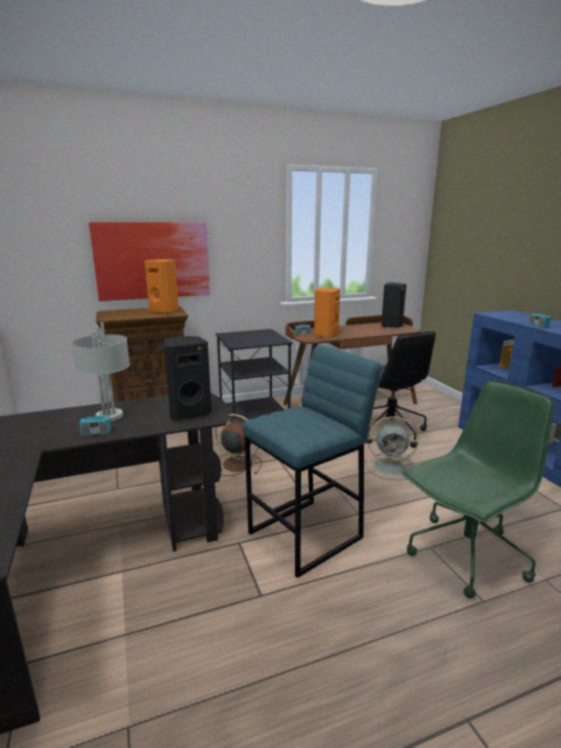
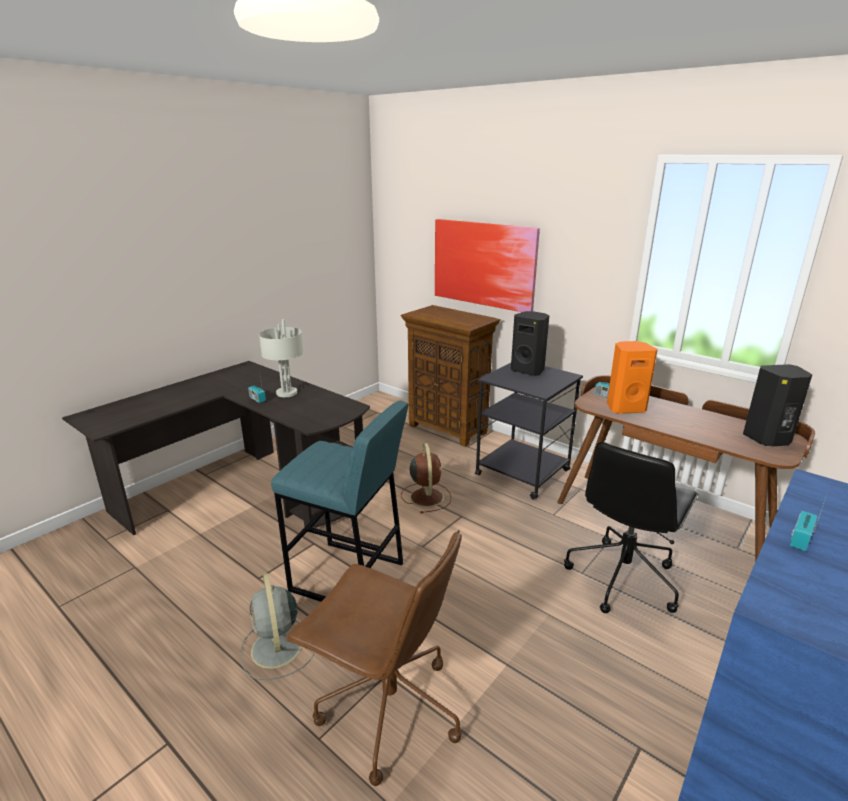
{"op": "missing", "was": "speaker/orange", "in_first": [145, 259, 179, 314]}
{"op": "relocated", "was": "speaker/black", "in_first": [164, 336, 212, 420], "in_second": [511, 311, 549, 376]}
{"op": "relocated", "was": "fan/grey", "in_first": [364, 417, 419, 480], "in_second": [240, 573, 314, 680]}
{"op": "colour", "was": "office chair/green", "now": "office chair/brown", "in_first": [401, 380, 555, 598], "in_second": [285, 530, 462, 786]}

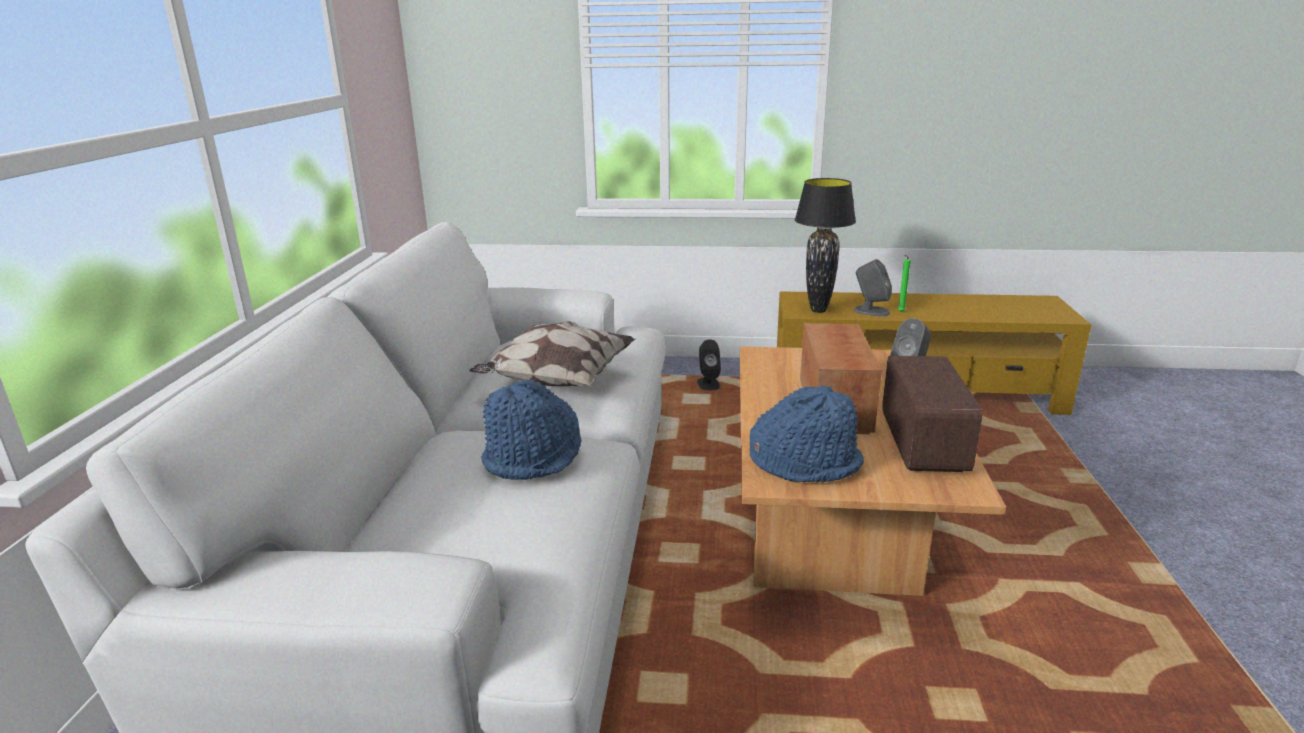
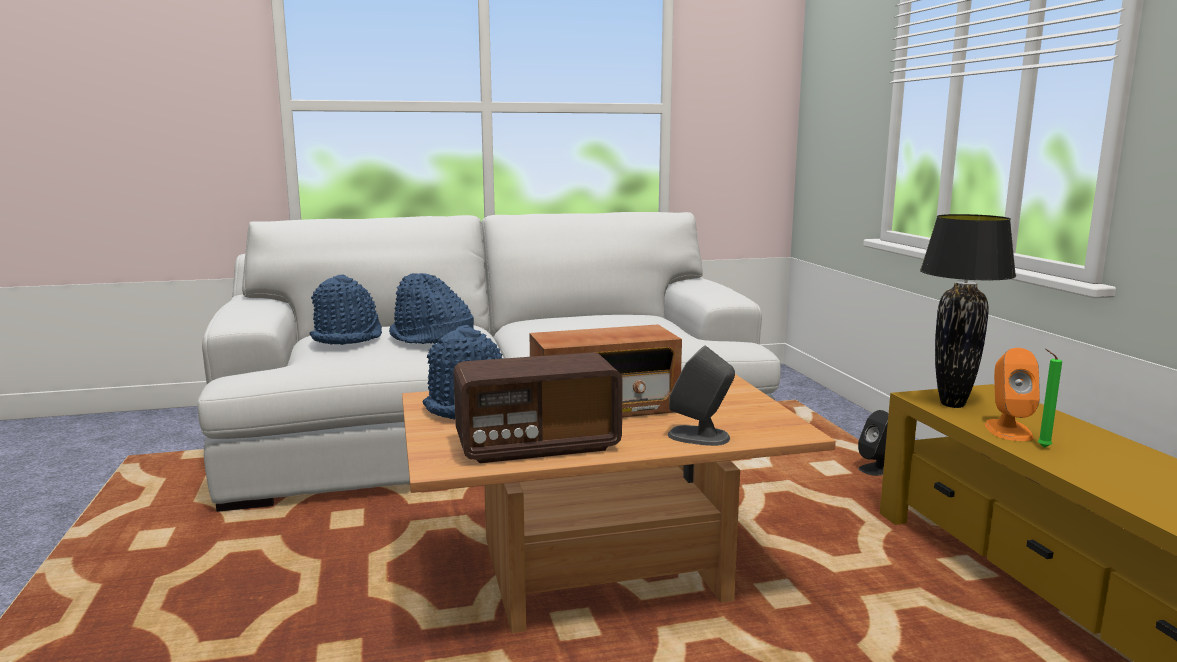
{"op": "missing", "was": "pillow", "in_first": [469, 322, 635, 386]}
{"op": "colour", "was": "speaker/grey", "now": "speaker/orange", "in_first": [853, 259, 892, 316], "in_second": [985, 348, 1040, 441]}
{"op": "appeared", "now": "hat/blue", "in_second": [309, 274, 382, 345]}

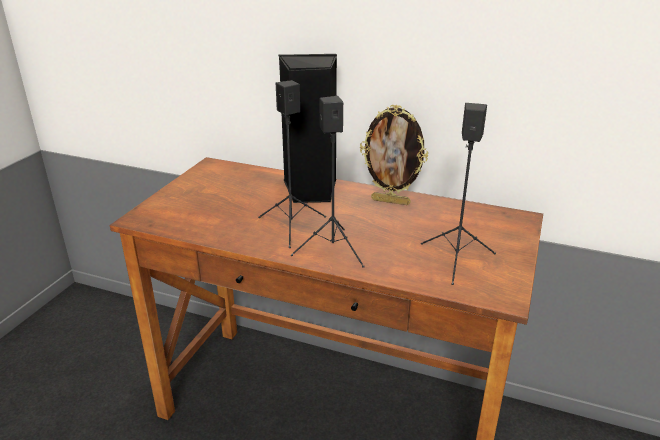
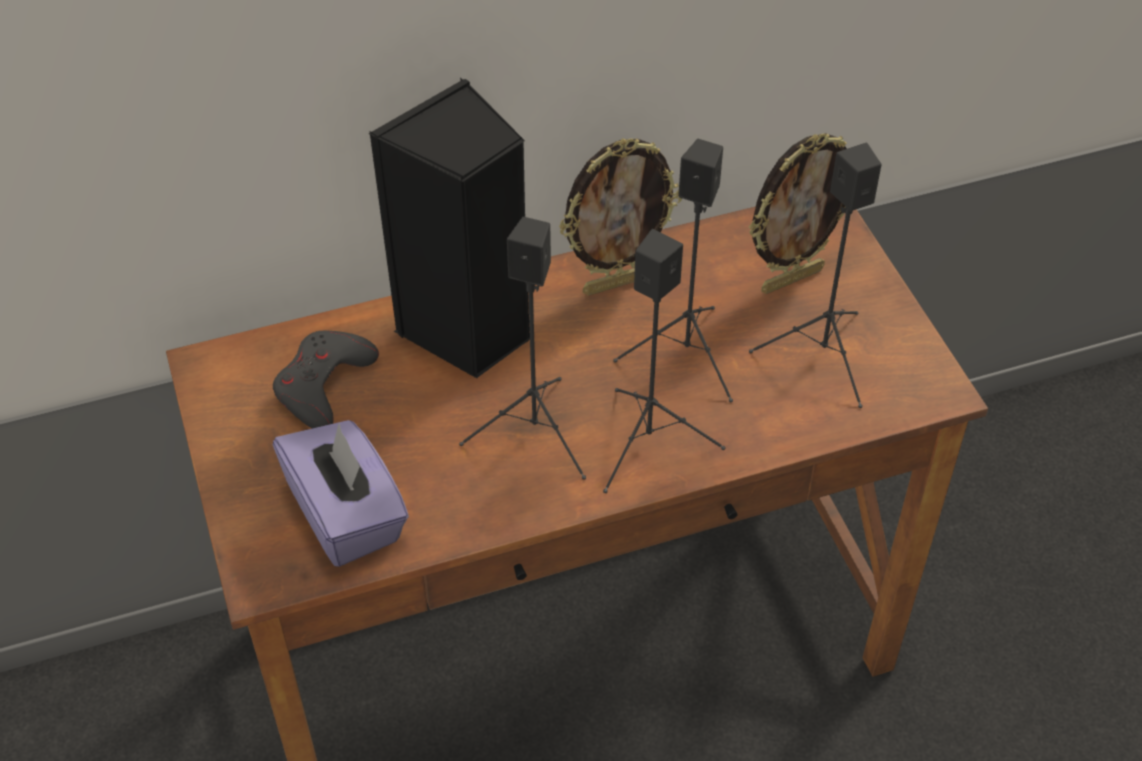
{"op": "appeared", "now": "game controller/grey", "in_second": [273, 331, 379, 428]}
{"op": "appeared", "now": "tissue box/purple", "in_second": [273, 420, 409, 567]}
{"op": "appeared", "now": "speaker/black", "in_second": [613, 139, 733, 402]}
{"op": "appeared", "now": "picture frame", "in_second": [749, 133, 847, 294]}

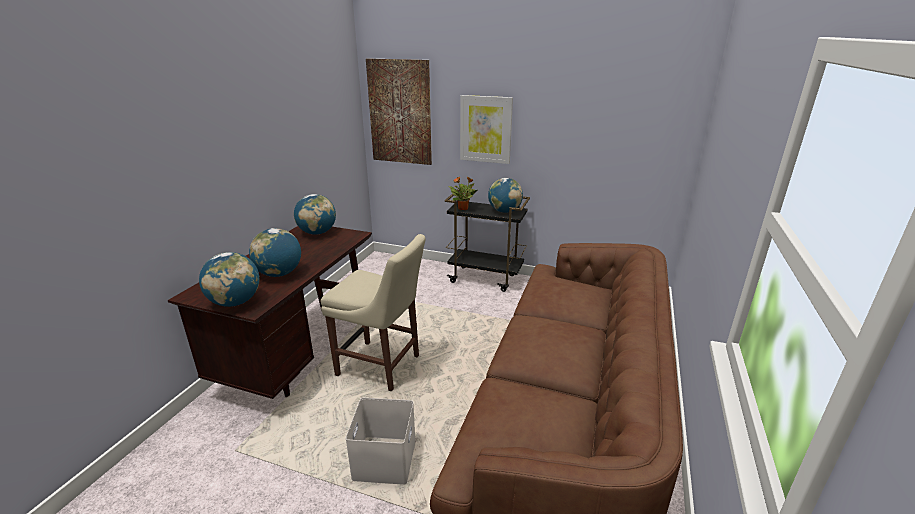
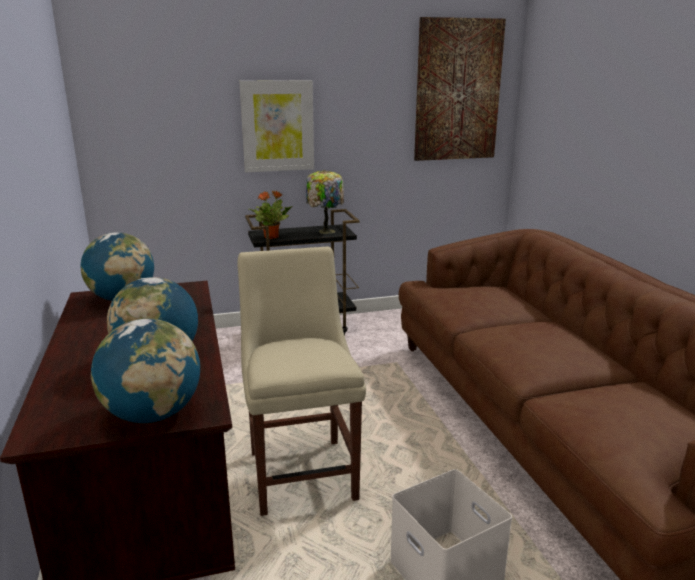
{"op": "spun", "was": "chair/beige", "in_first": [321, 234, 426, 391], "in_second": [237, 247, 366, 516], "clockwise": -90}
{"op": "relocated", "was": "picture", "in_first": [366, 58, 432, 165], "in_second": [414, 17, 506, 161]}
{"op": "exchanged", "was": "globe", "now": "table lamp", "in_first": [488, 178, 523, 213], "in_second": [306, 170, 344, 234]}

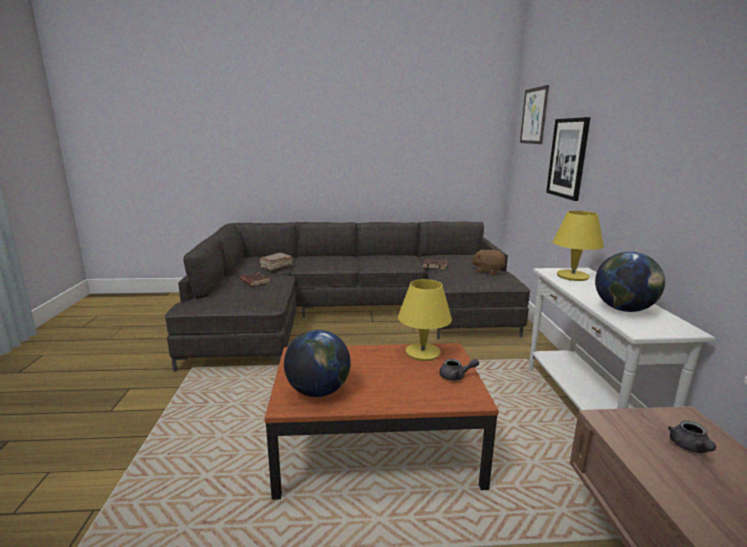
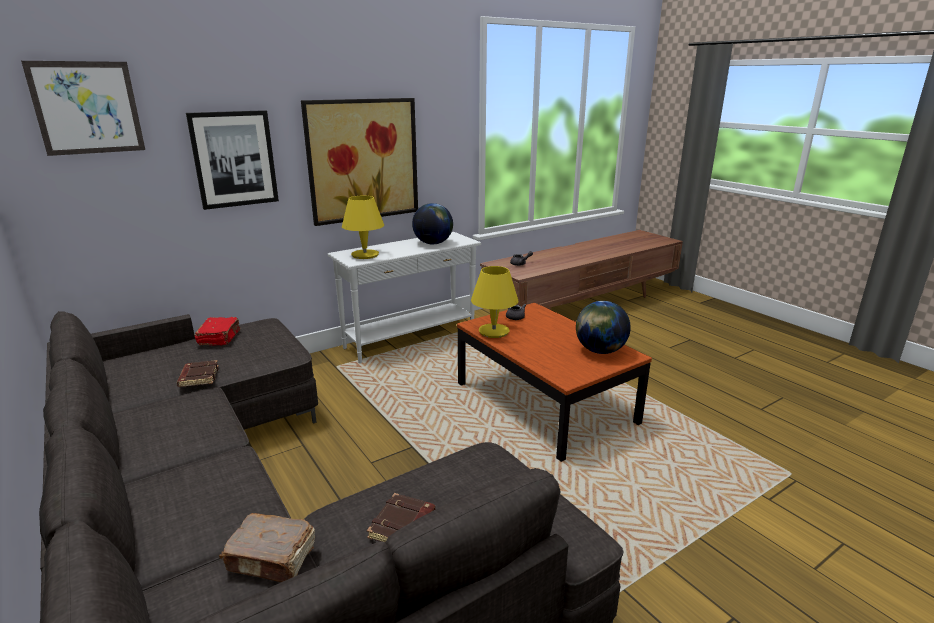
{"op": "exchanged", "was": "plush toy/brown", "now": "book/red", "in_first": [471, 249, 506, 275], "in_second": [195, 317, 240, 346]}
{"op": "appeared", "now": "picture", "in_second": [301, 98, 418, 226]}

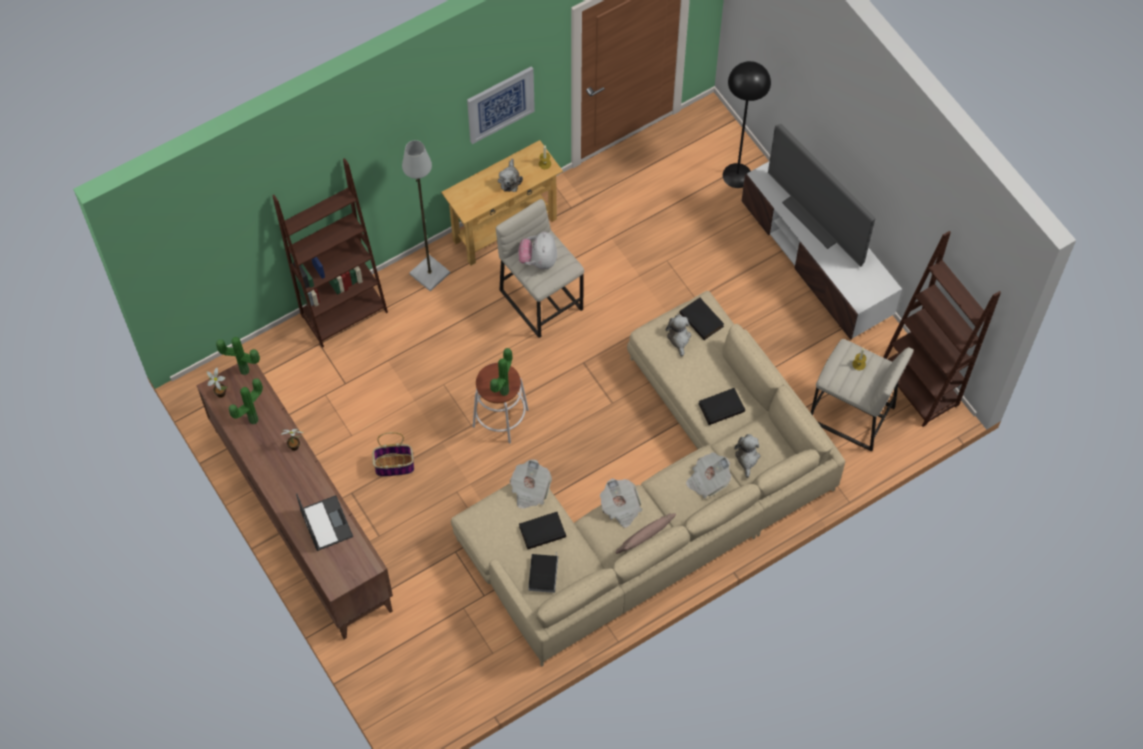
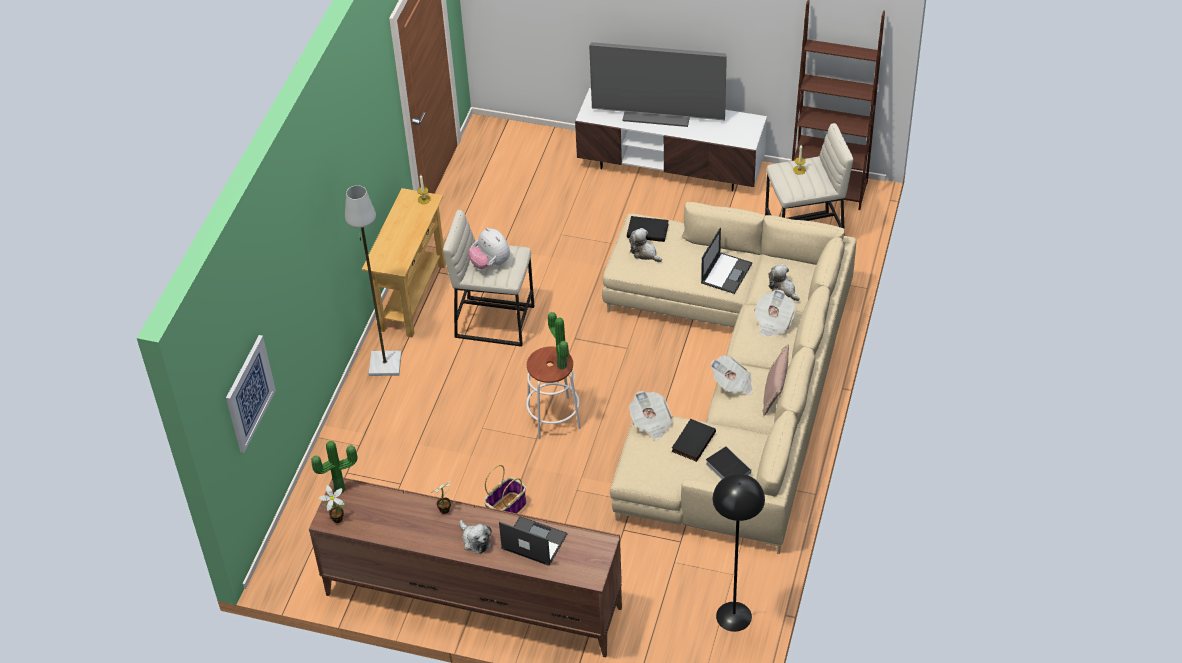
{"op": "missing", "was": "potted plant", "in_first": [229, 378, 263, 424]}
{"op": "missing", "was": "bookcase/brown", "in_first": [272, 158, 388, 348]}
{"op": "relocated", "was": "picture", "in_first": [467, 66, 535, 144], "in_second": [226, 335, 276, 453]}
{"op": "relocated", "was": "plush toy", "in_first": [498, 158, 523, 192], "in_second": [460, 520, 492, 554]}
{"op": "exchanged", "was": "book/black", "now": "laptop", "in_first": [698, 388, 745, 425], "in_second": [701, 227, 752, 294]}
{"op": "relocated", "was": "floor lamp/black", "in_first": [723, 61, 771, 188], "in_second": [713, 474, 765, 632]}

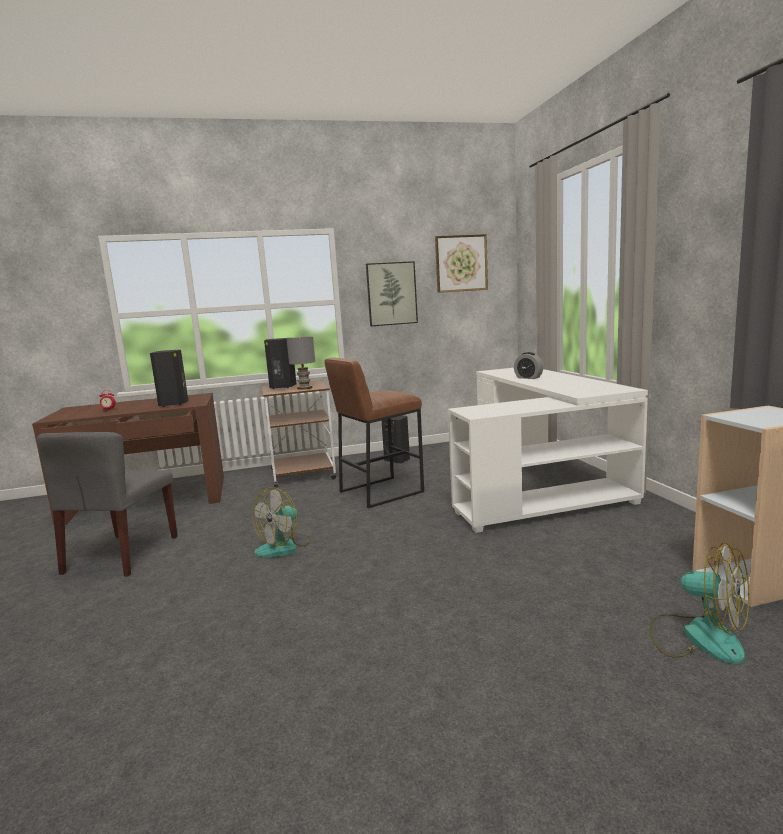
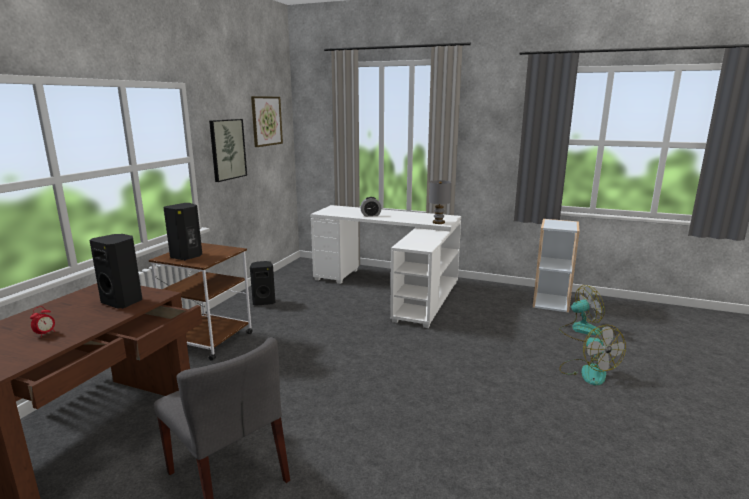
{"op": "relocated", "was": "fan", "in_first": [252, 487, 312, 557], "in_second": [559, 325, 626, 385]}
{"op": "relocated", "was": "table lamp/grey", "in_first": [287, 337, 315, 390], "in_second": [429, 180, 451, 224]}
{"op": "missing", "was": "stool/brown", "in_first": [324, 357, 424, 508]}

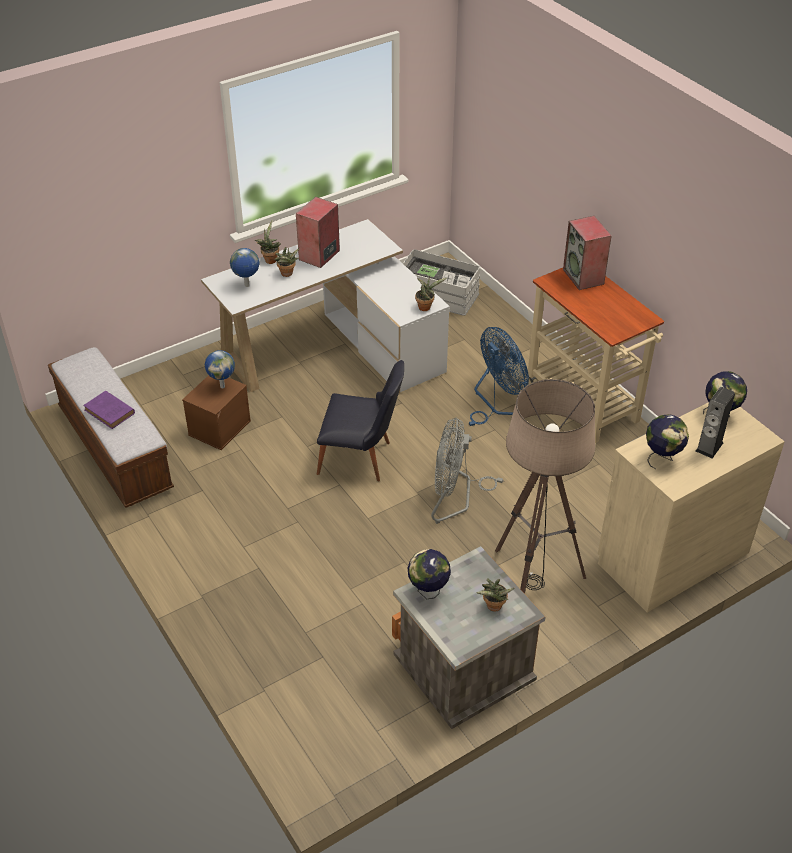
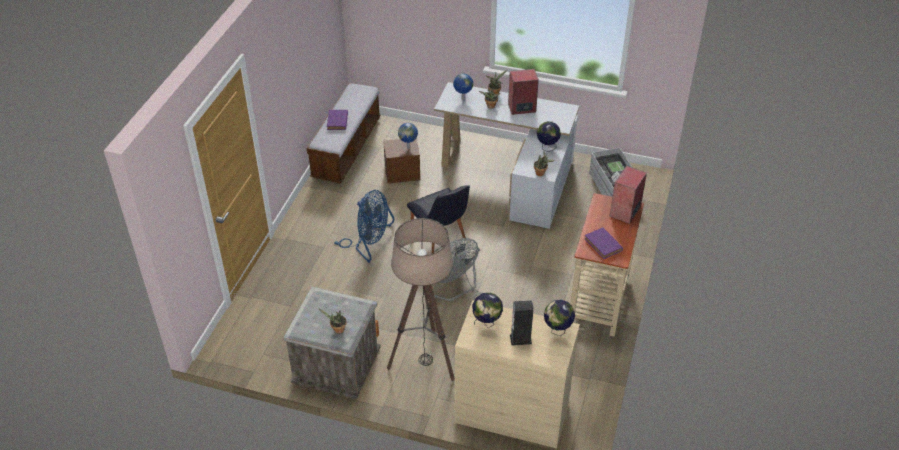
{"op": "relocated", "was": "globe", "in_first": [408, 549, 451, 600], "in_second": [537, 121, 561, 151]}
{"op": "relocated", "was": "fan/blue", "in_first": [468, 327, 529, 426], "in_second": [334, 190, 394, 263]}
{"op": "appeared", "now": "book/purple", "in_second": [584, 227, 623, 259]}

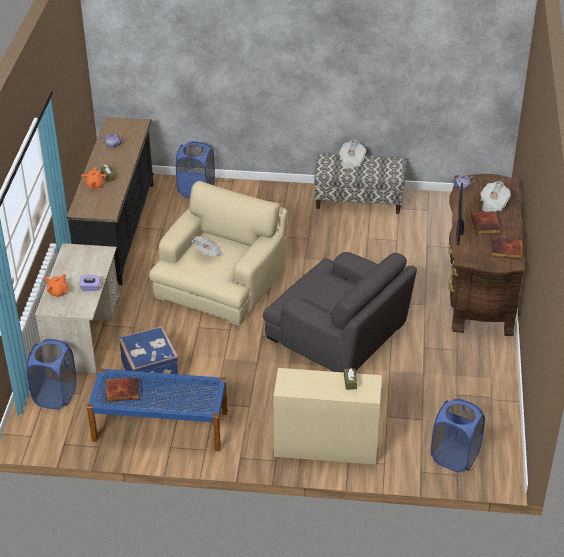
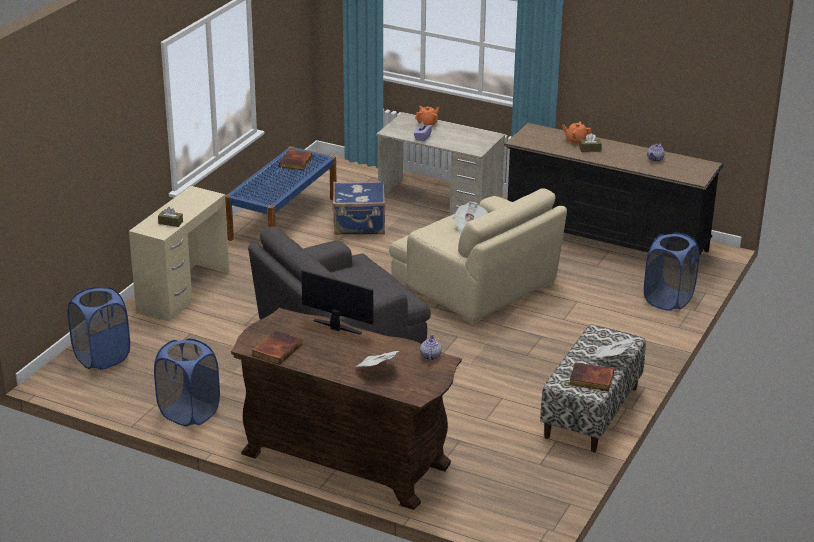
{"op": "relocated", "was": "laundry basket/blue", "in_first": [27, 339, 76, 409], "in_second": [154, 338, 220, 426]}
{"op": "relocated", "was": "book", "in_first": [471, 211, 501, 234], "in_second": [569, 362, 614, 391]}

